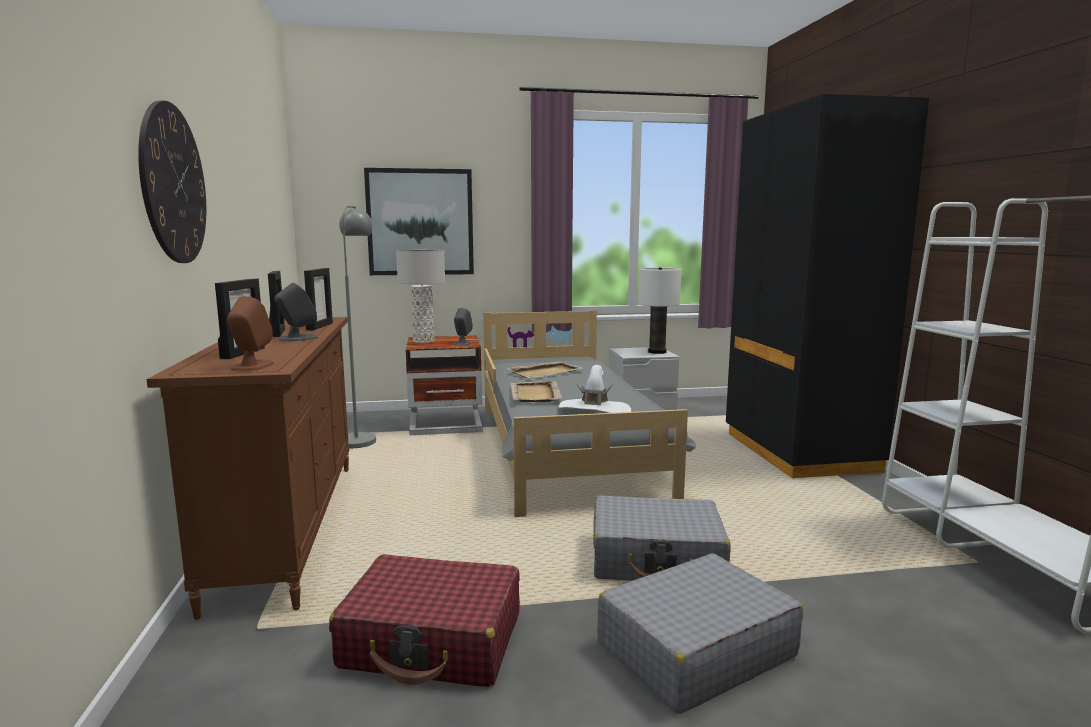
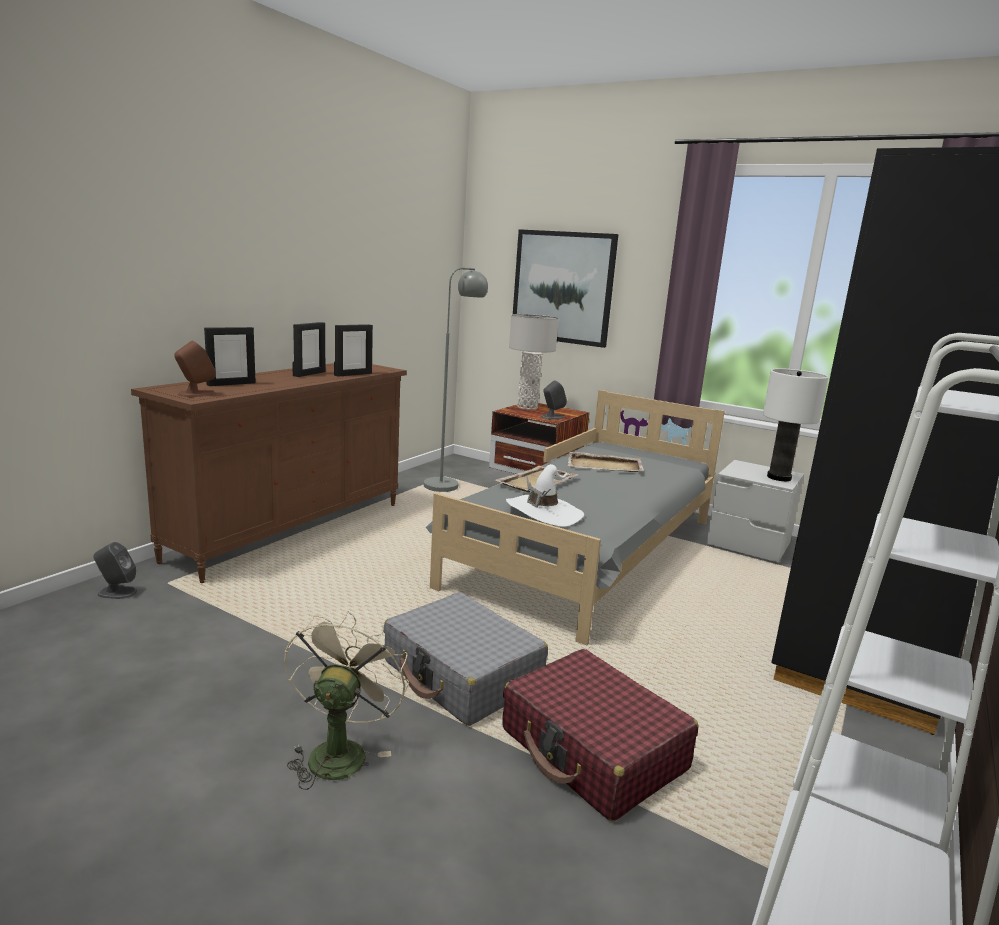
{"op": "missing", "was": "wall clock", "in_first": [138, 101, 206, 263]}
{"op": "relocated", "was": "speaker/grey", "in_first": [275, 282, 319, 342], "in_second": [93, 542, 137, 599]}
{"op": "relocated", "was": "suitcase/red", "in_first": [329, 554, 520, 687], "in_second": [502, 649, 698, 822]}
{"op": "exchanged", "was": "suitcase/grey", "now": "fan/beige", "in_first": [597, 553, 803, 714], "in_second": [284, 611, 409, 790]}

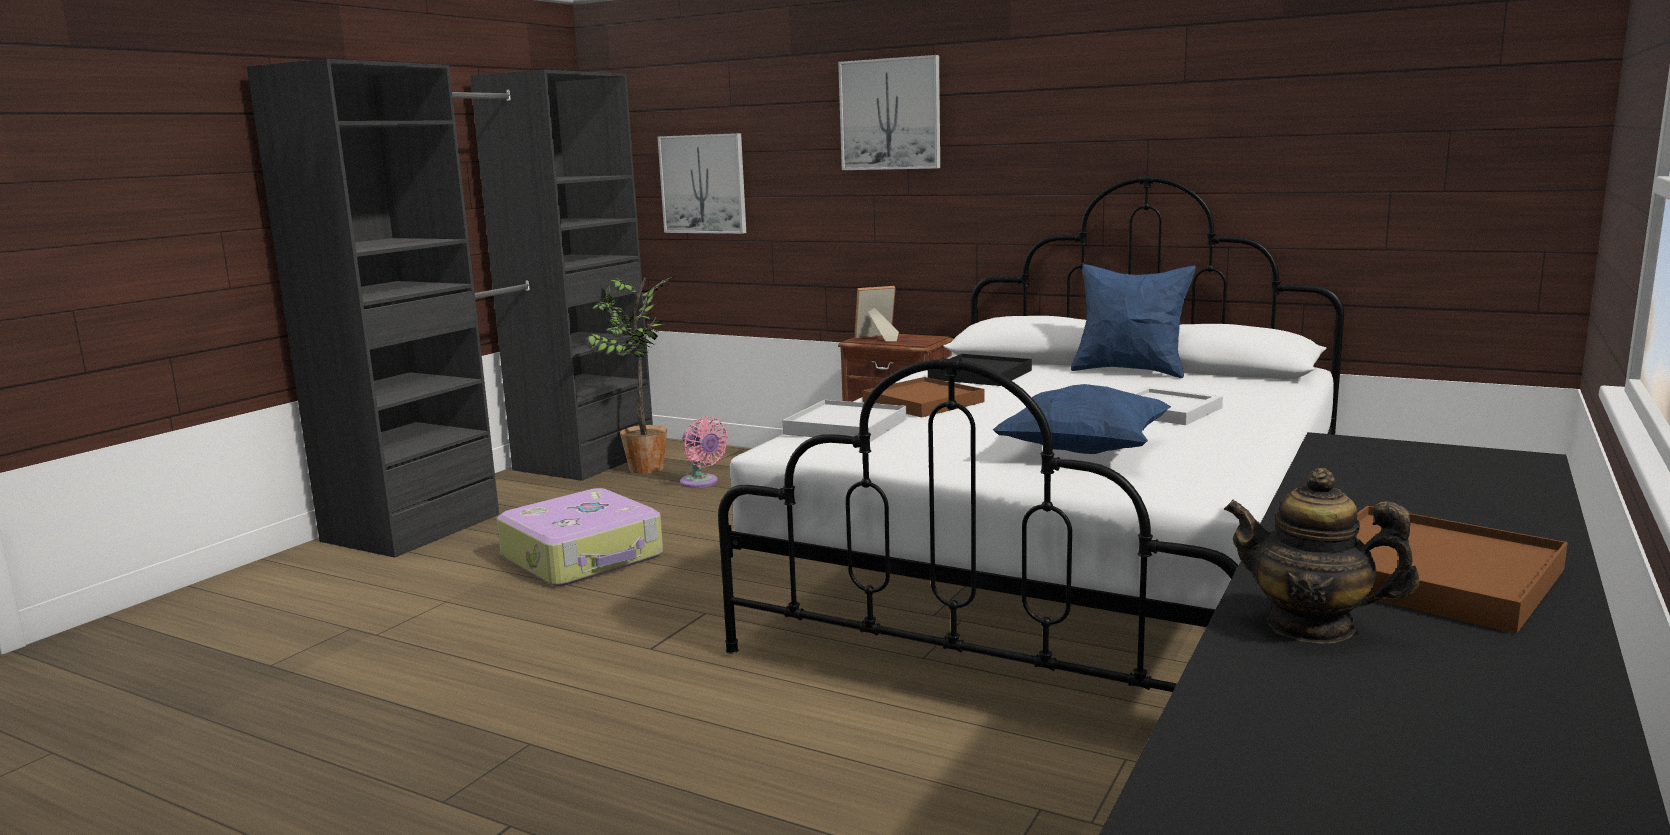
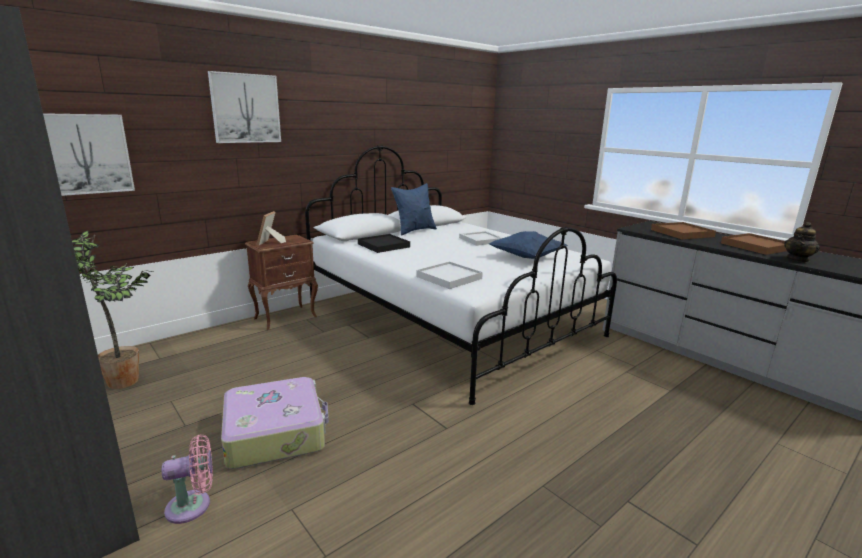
{"op": "relocated", "was": "fan/pink", "in_first": [680, 416, 728, 488], "in_second": [162, 435, 213, 524]}
{"op": "relocated", "was": "tray/brown", "in_first": [862, 377, 985, 417], "in_second": [651, 222, 716, 239]}

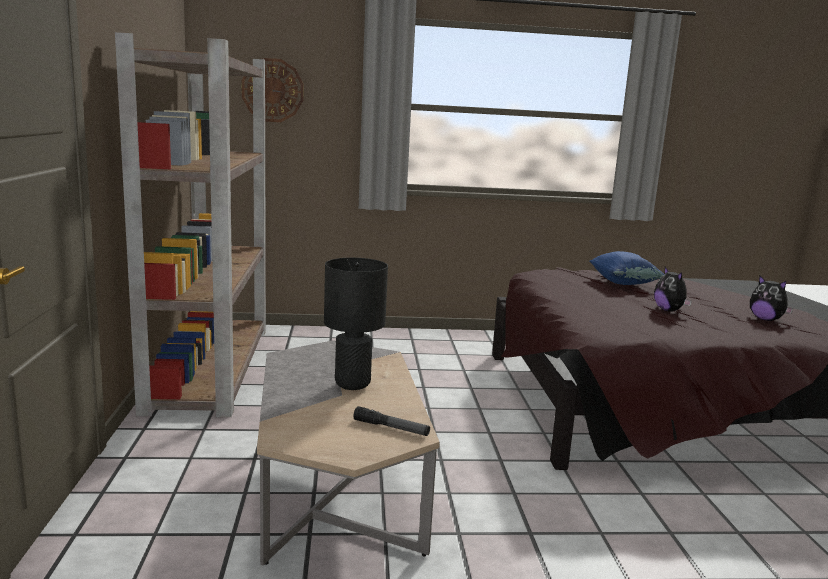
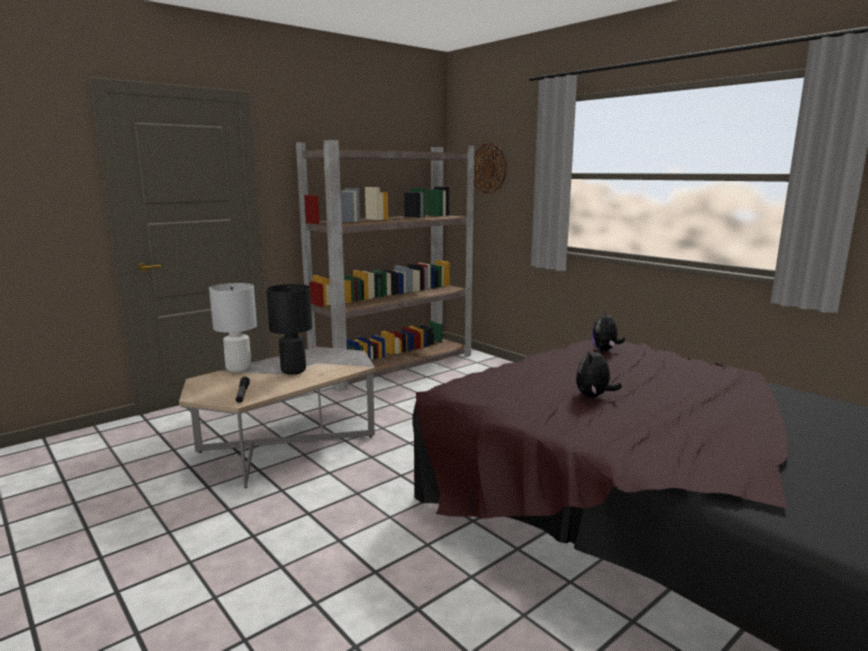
{"op": "missing", "was": "pillow/blue", "in_first": [590, 251, 664, 285]}
{"op": "relocated", "was": "plush toy", "in_first": [750, 276, 793, 321], "in_second": [591, 312, 625, 351]}
{"op": "appeared", "now": "table lamp/grey", "in_second": [209, 283, 257, 373]}

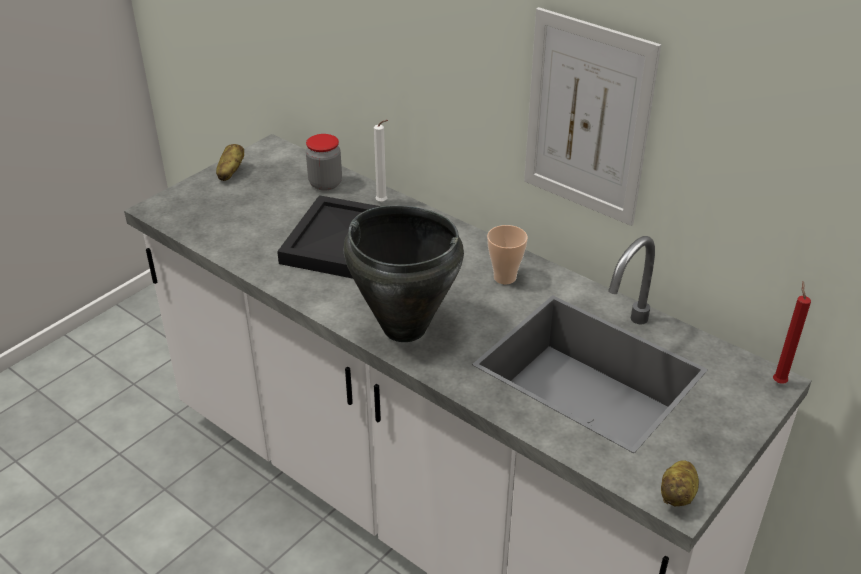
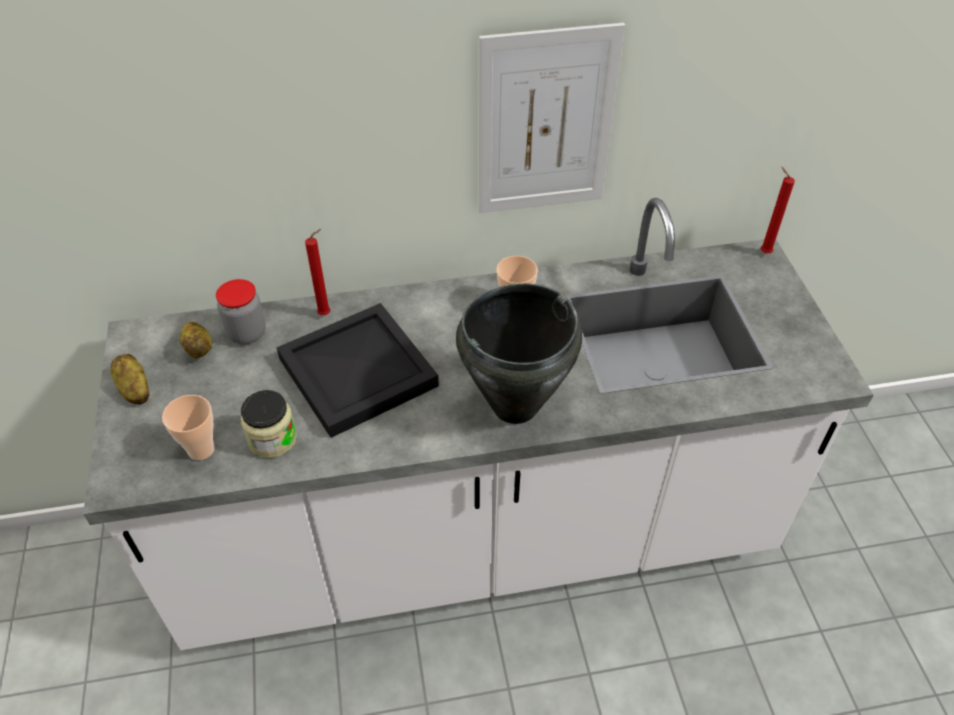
{"op": "colour", "was": "candle/white", "now": "candle/red", "in_first": [374, 120, 388, 202], "in_second": [305, 229, 330, 315]}
{"op": "relocated", "was": "potato", "in_first": [661, 460, 699, 507], "in_second": [180, 322, 212, 359]}
{"op": "appeared", "now": "cup", "in_second": [162, 395, 214, 460]}
{"op": "appeared", "now": "jar", "in_second": [241, 390, 297, 458]}

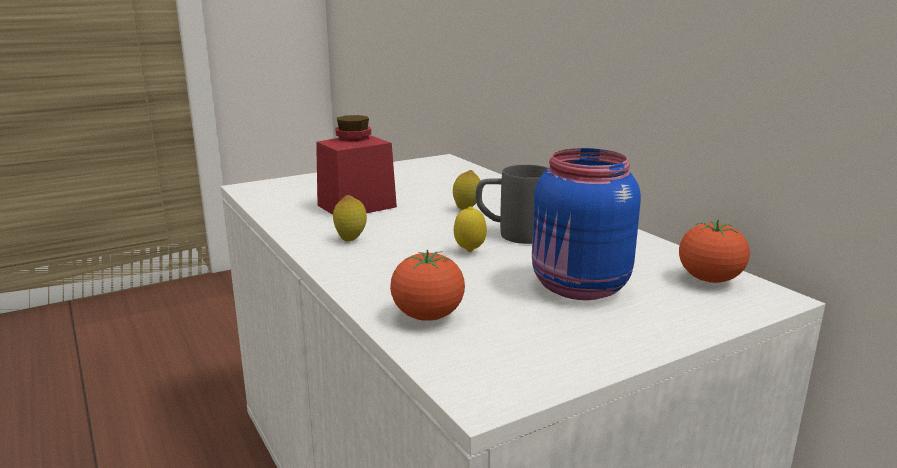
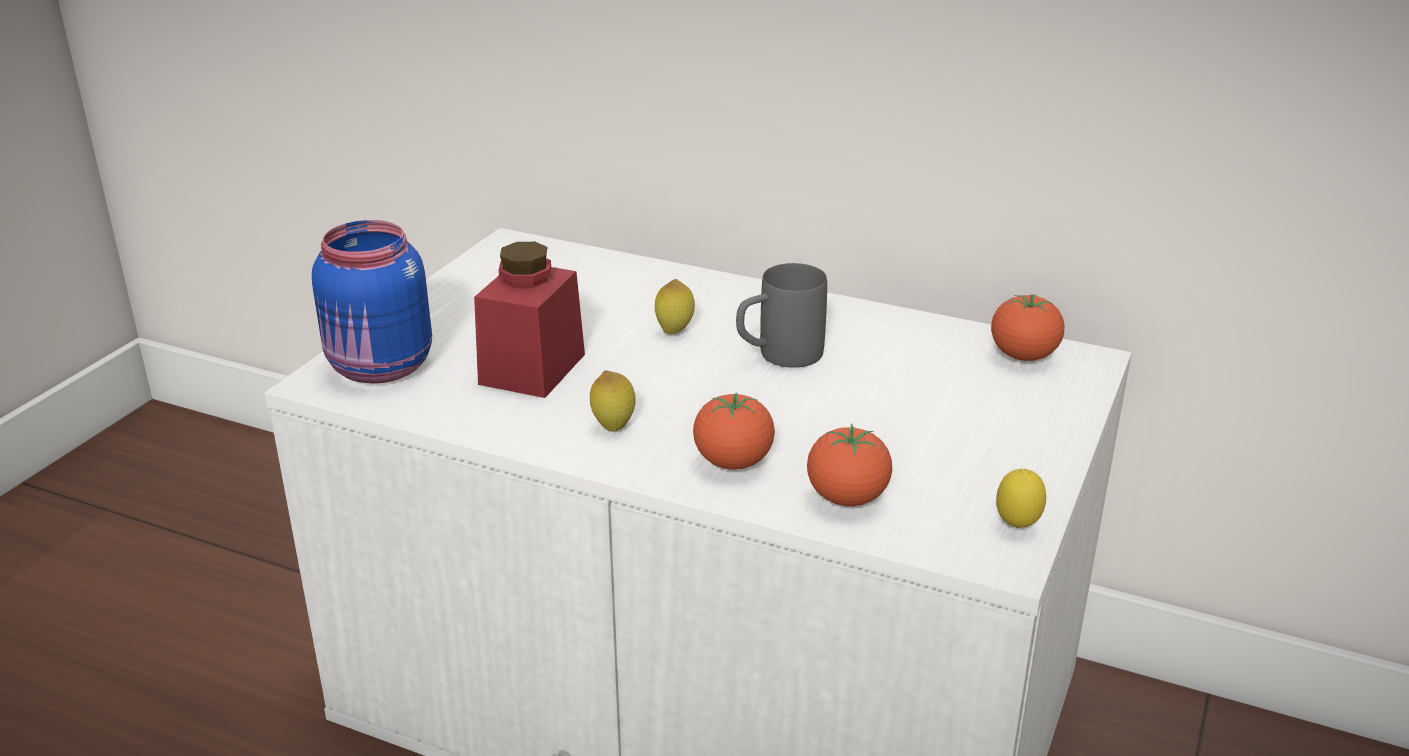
{"op": "relocated", "was": "lemon", "in_first": [454, 207, 487, 252], "in_second": [996, 469, 1046, 528]}
{"op": "relocated", "was": "jar/blue", "in_first": [532, 148, 641, 300], "in_second": [312, 220, 432, 383]}
{"op": "appeared", "now": "tomato", "in_second": [693, 393, 775, 470]}

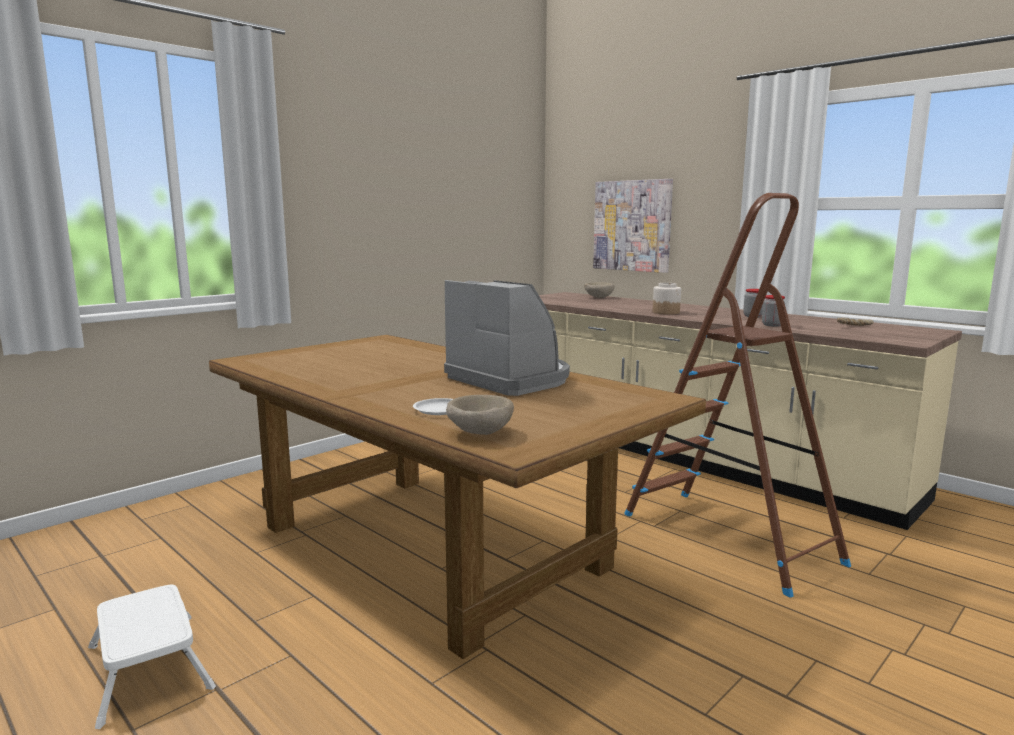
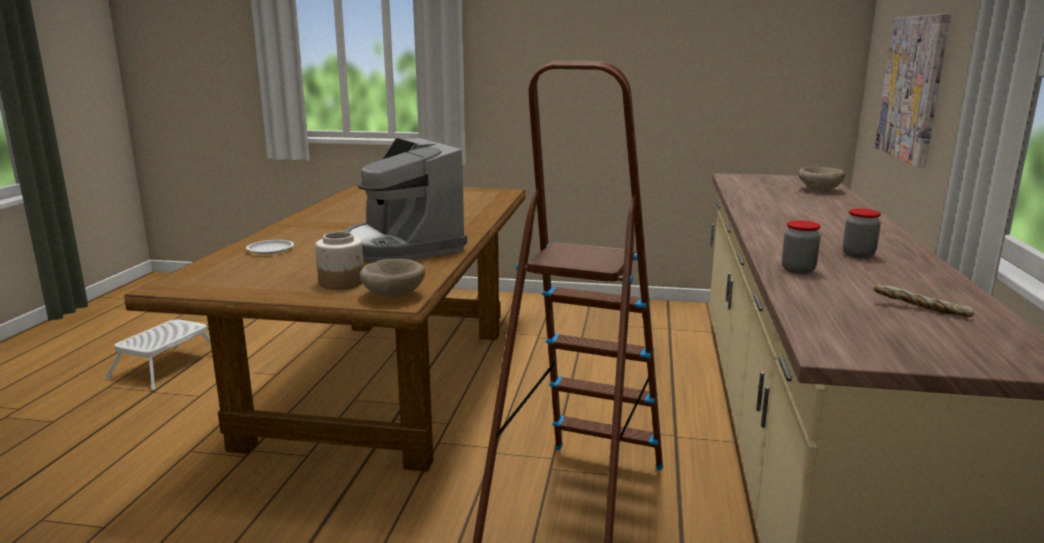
{"op": "spun", "was": "coffee machine", "in_first": [444, 280, 570, 396], "in_second": [344, 138, 467, 262], "clockwise": 135}
{"op": "relocated", "was": "bowl/beige", "in_first": [446, 395, 514, 435], "in_second": [360, 259, 425, 298]}
{"op": "relocated", "was": "jar", "in_first": [653, 283, 681, 314], "in_second": [315, 232, 364, 290]}

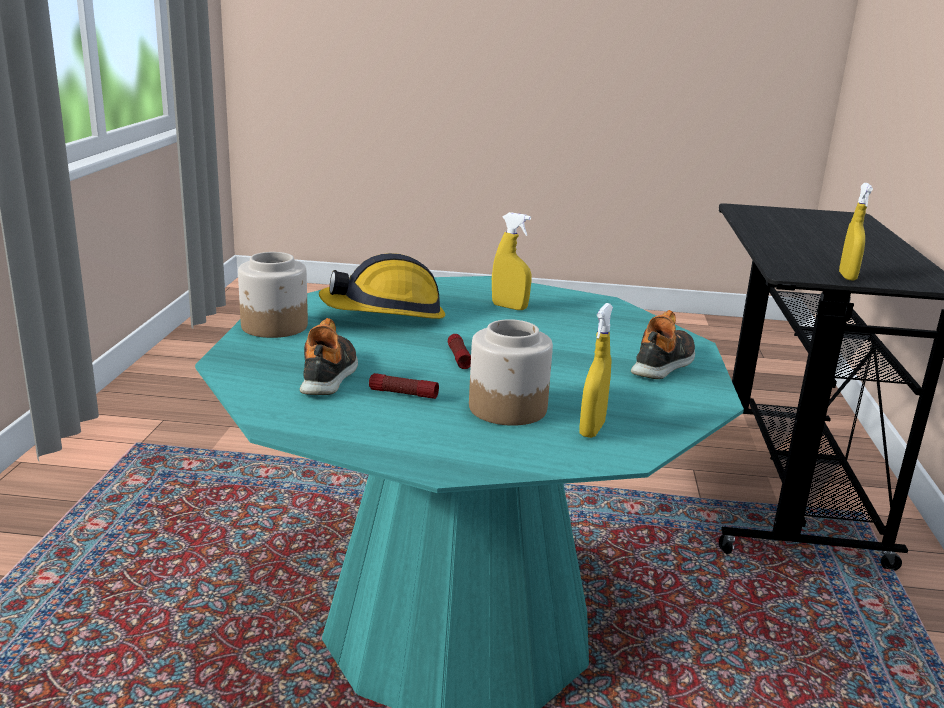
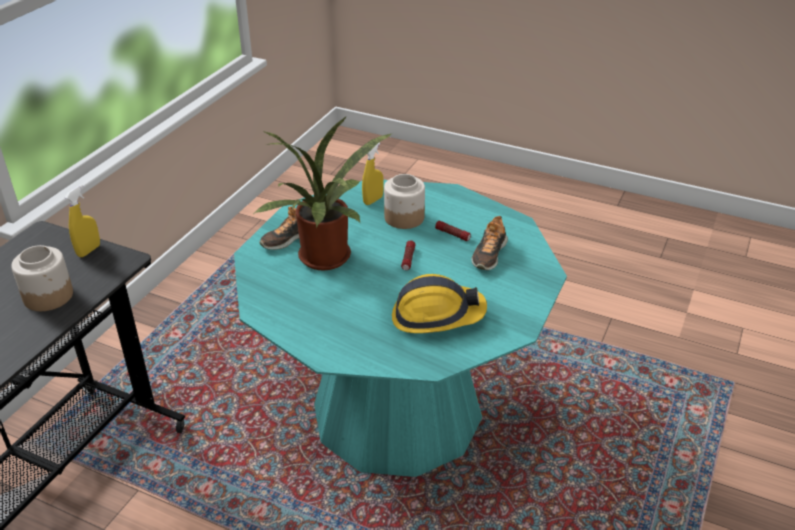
{"op": "relocated", "was": "jar", "in_first": [238, 252, 308, 338], "in_second": [11, 245, 73, 311]}
{"op": "missing", "was": "spray bottle/yellow", "in_first": [492, 212, 532, 310]}
{"op": "appeared", "now": "potted plant", "in_second": [255, 116, 391, 271]}

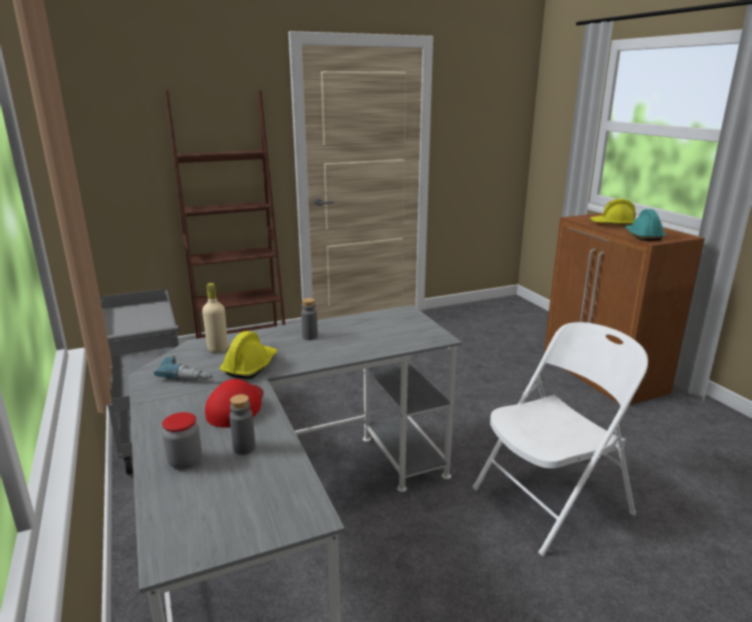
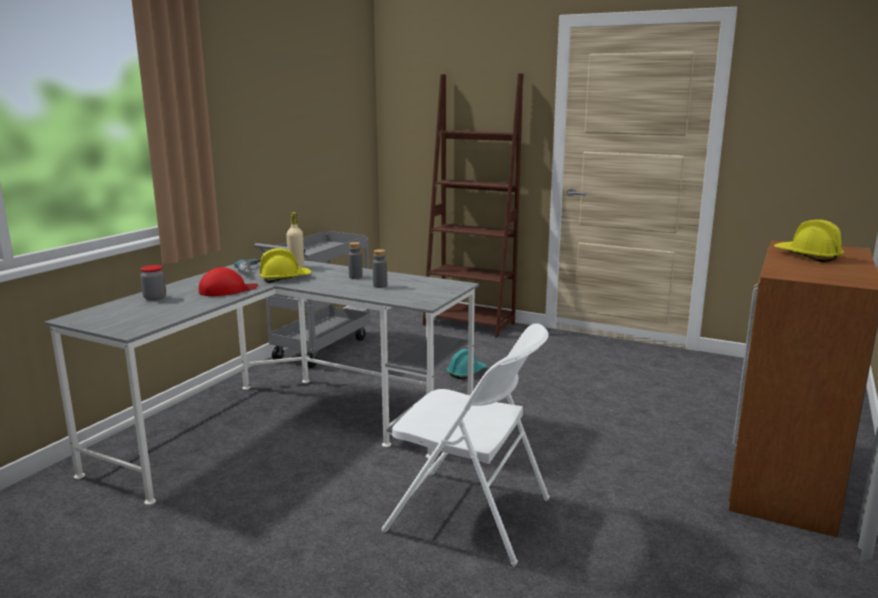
{"op": "relocated", "was": "bottle/grey", "in_first": [229, 394, 255, 455], "in_second": [373, 249, 387, 288]}
{"op": "relocated", "was": "hard hat/turquoise", "in_first": [625, 209, 666, 241], "in_second": [446, 349, 487, 379]}

